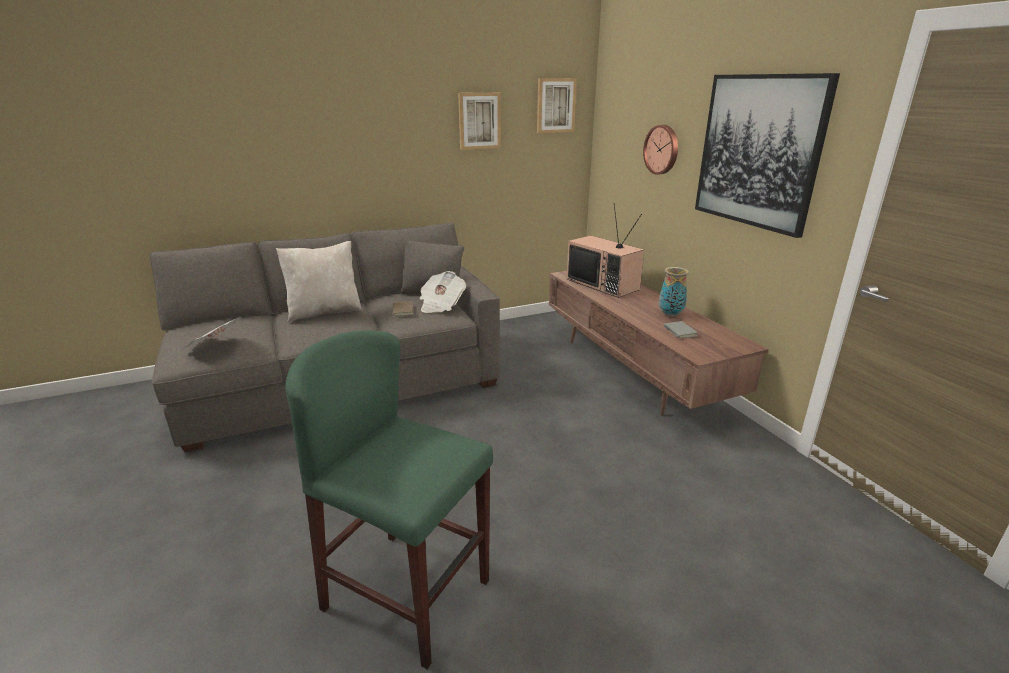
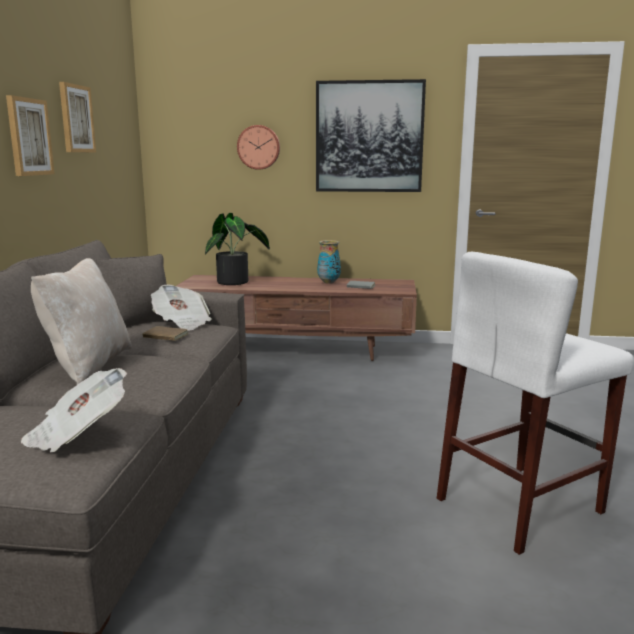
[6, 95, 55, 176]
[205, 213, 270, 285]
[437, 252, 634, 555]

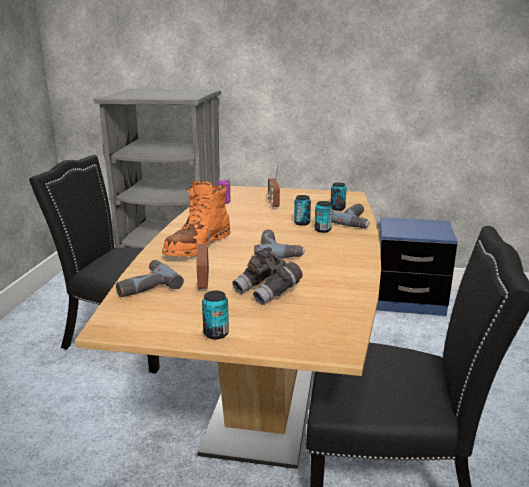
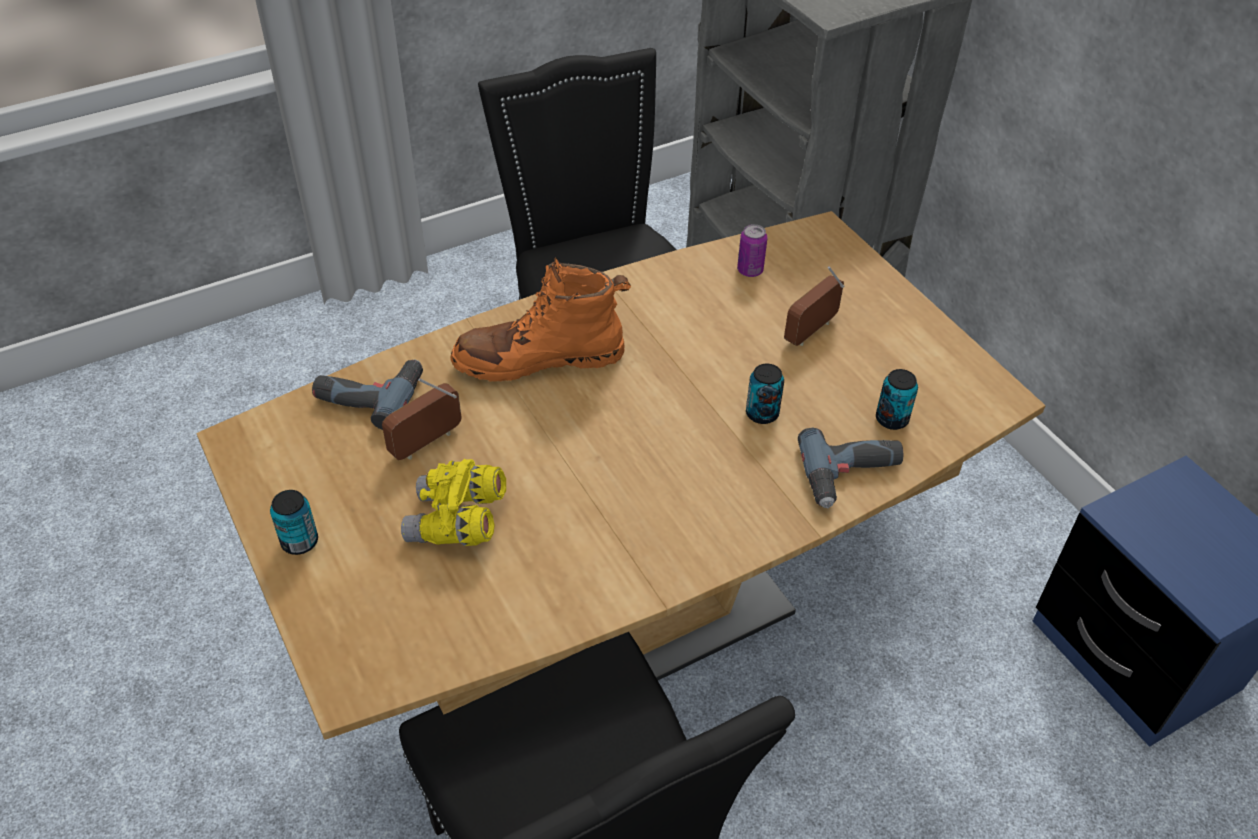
[401, 459, 506, 546]
[254, 229, 305, 258] (first image)
[315, 201, 332, 233] (first image)

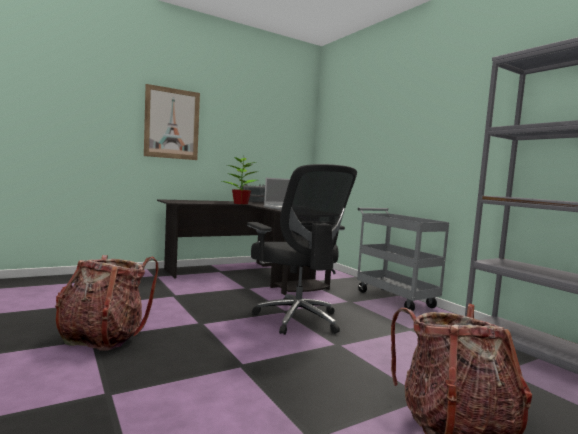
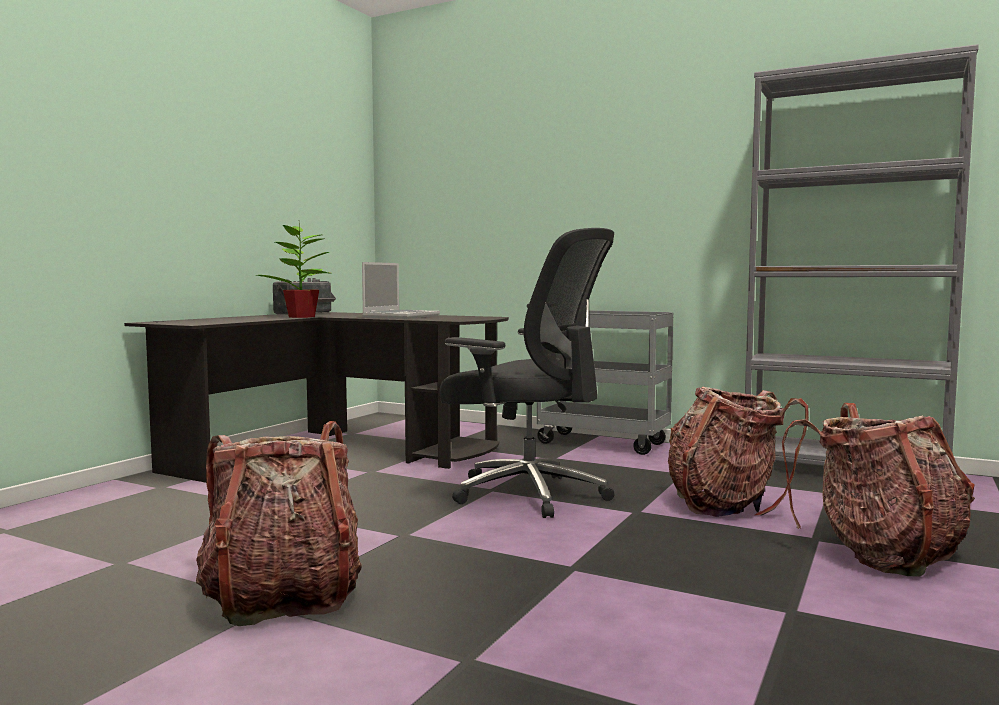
[668, 387, 809, 517]
[144, 84, 200, 160] (first image)

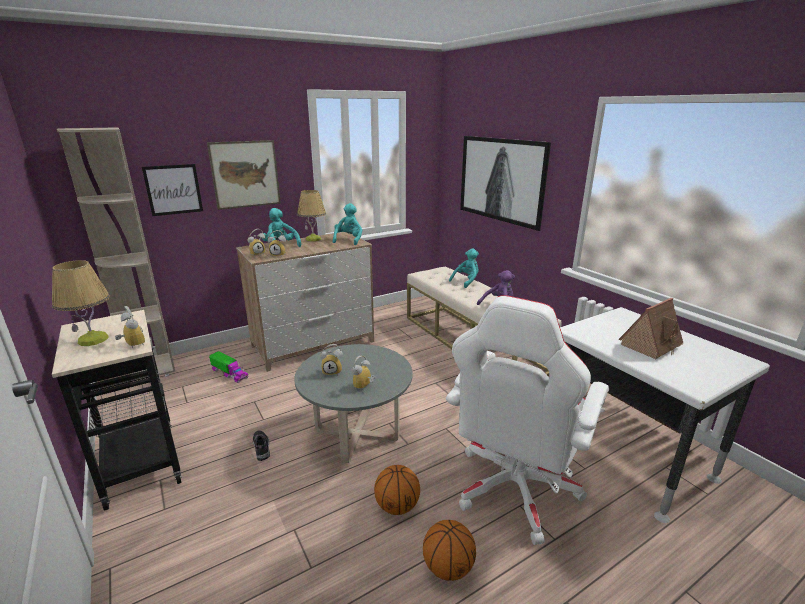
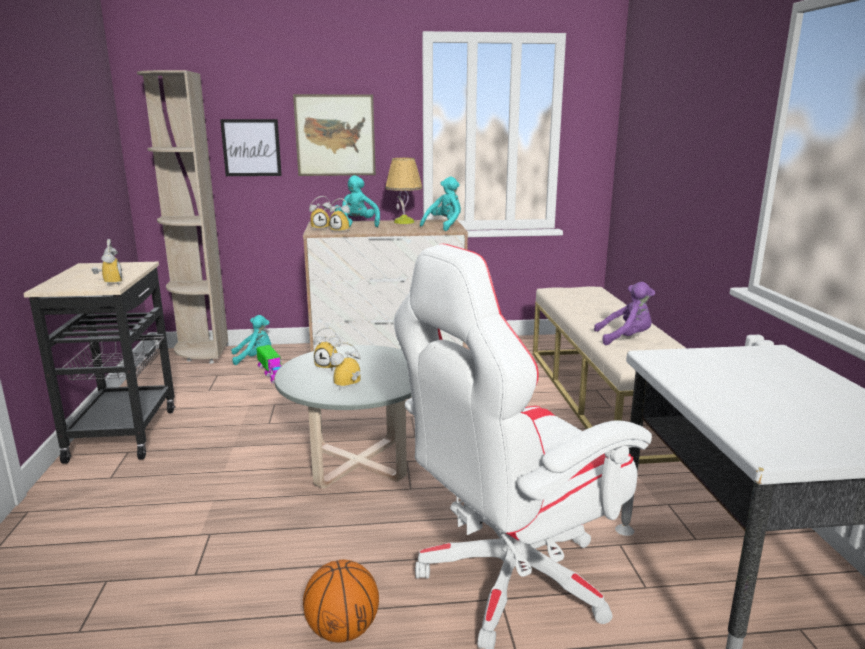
[231, 315, 271, 365]
[52, 260, 110, 346] (first image)
[253, 430, 270, 461] (first image)
[374, 465, 420, 515] (first image)
[460, 136, 551, 231] (first image)
[619, 298, 683, 359] (first image)

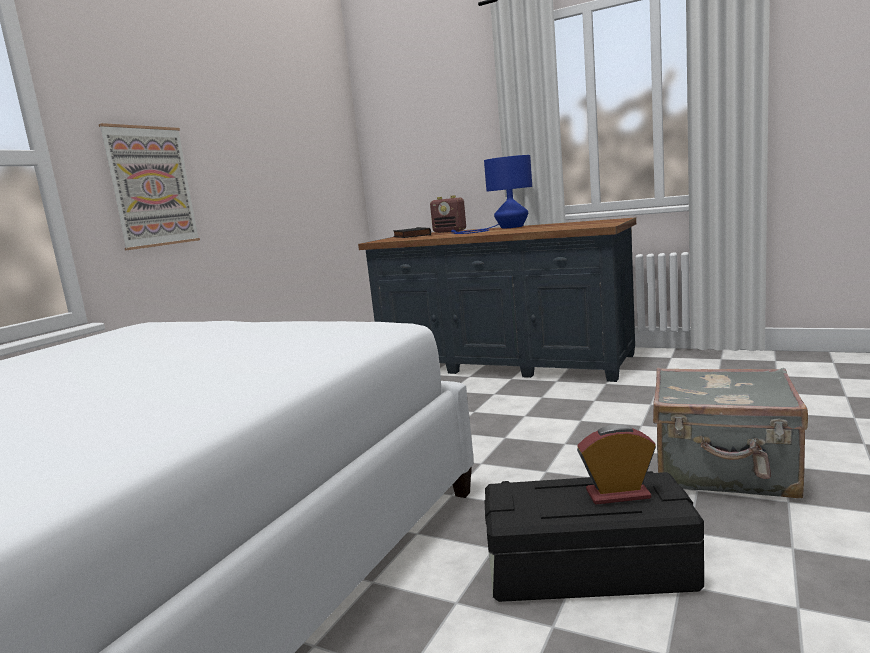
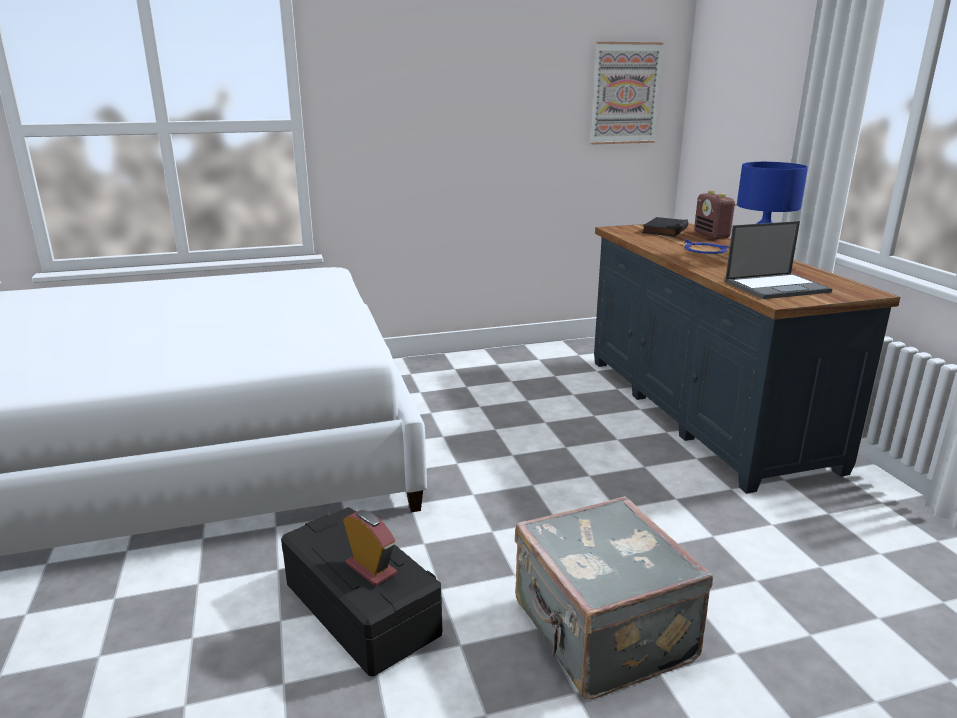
[590, 42, 663, 145]
[725, 221, 832, 299]

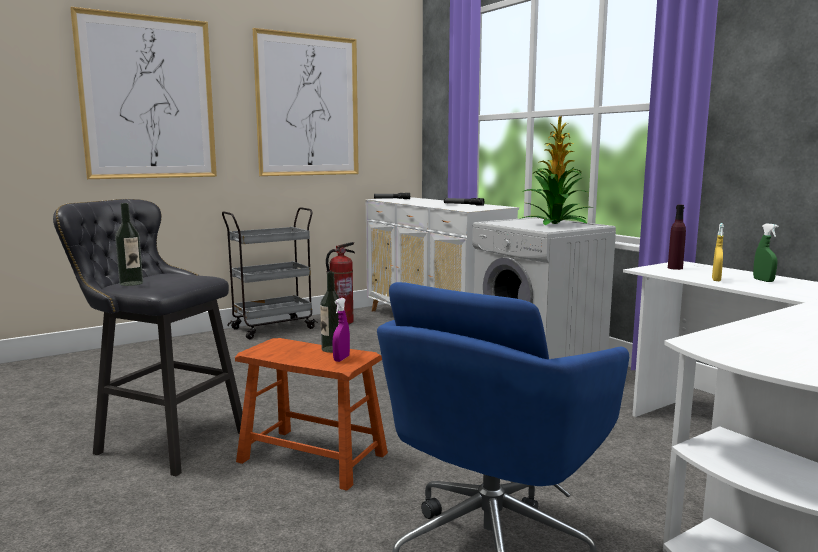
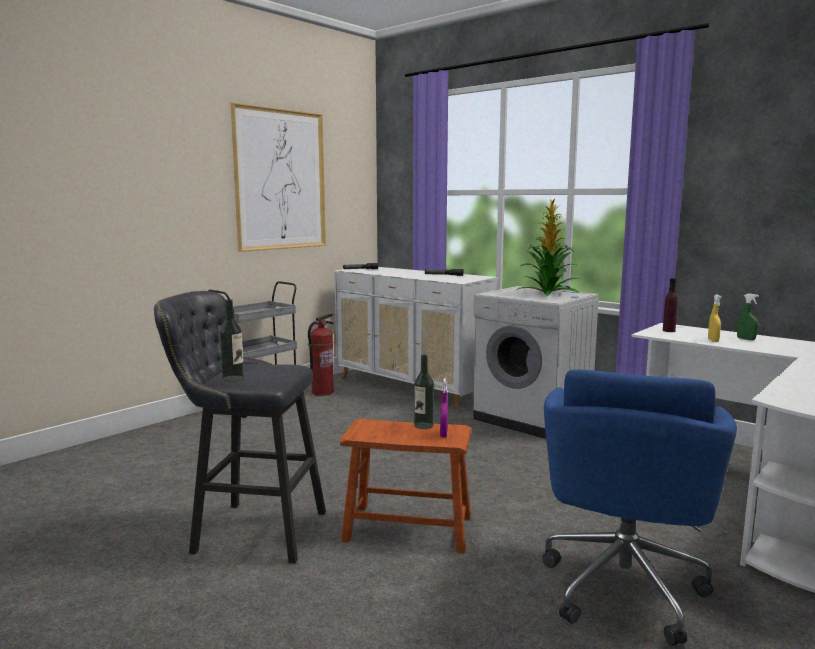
[70, 7, 217, 179] (first image)

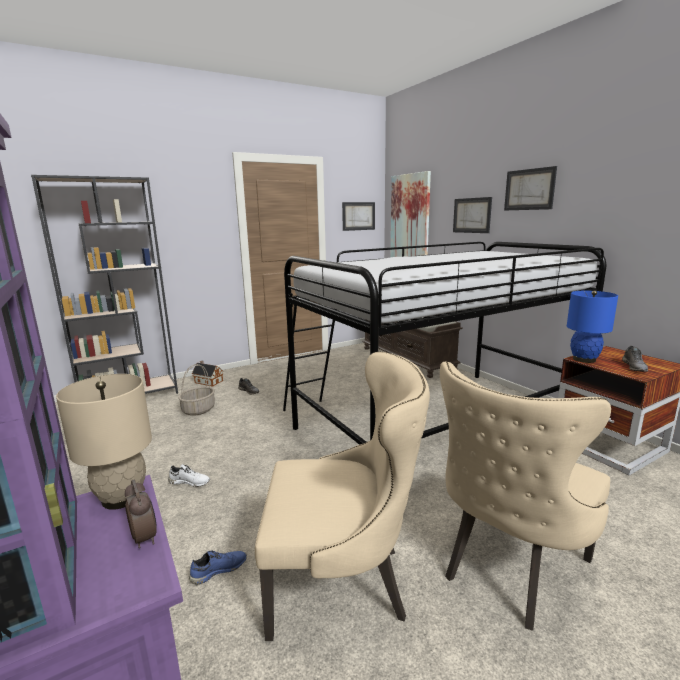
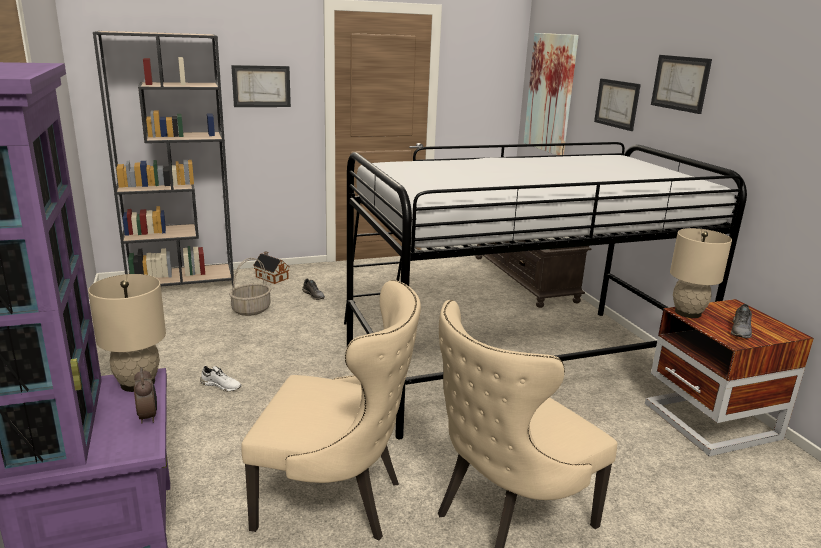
[231, 65, 291, 107]
[670, 228, 732, 318]
[189, 550, 247, 584] (first image)

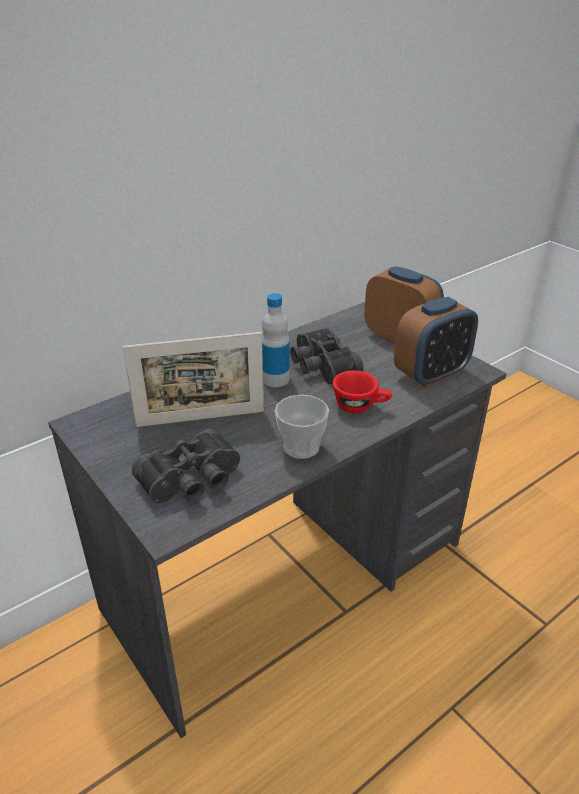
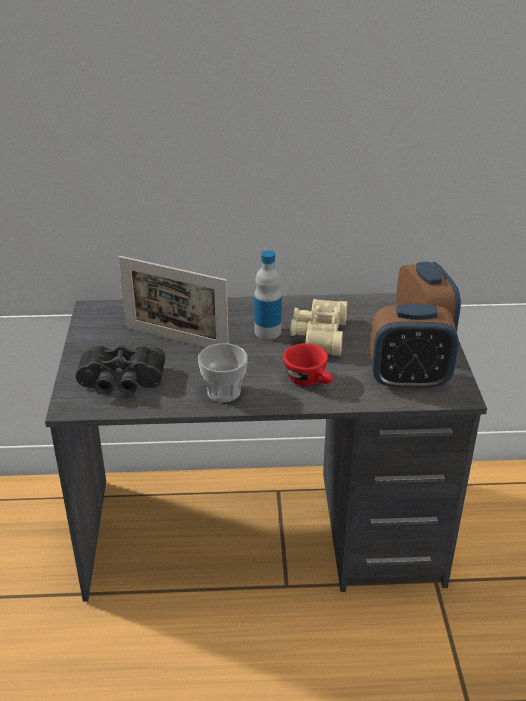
[290, 299, 347, 356]

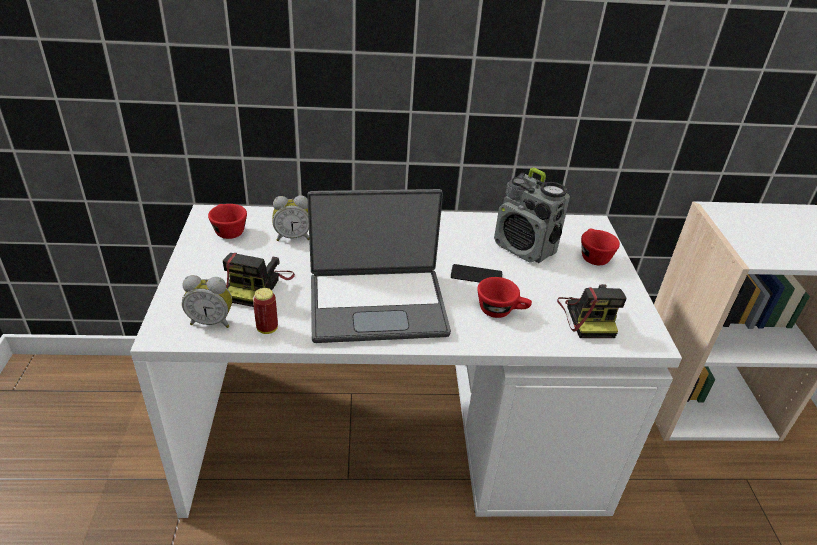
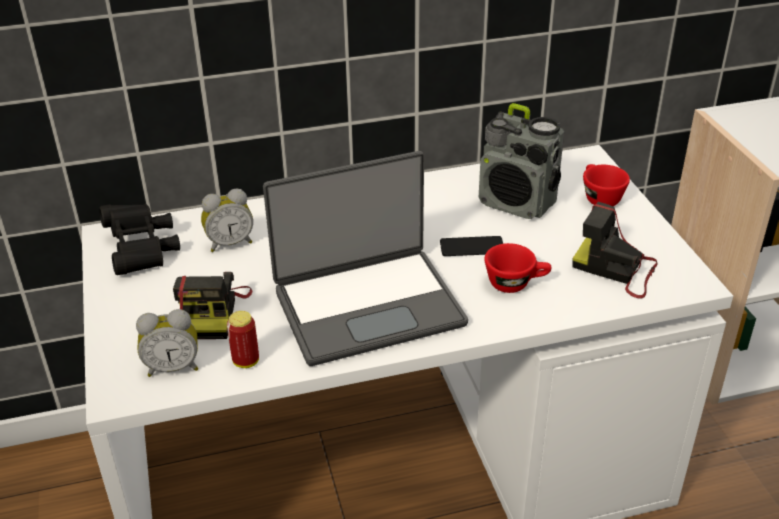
[99, 204, 180, 275]
[573, 202, 657, 298]

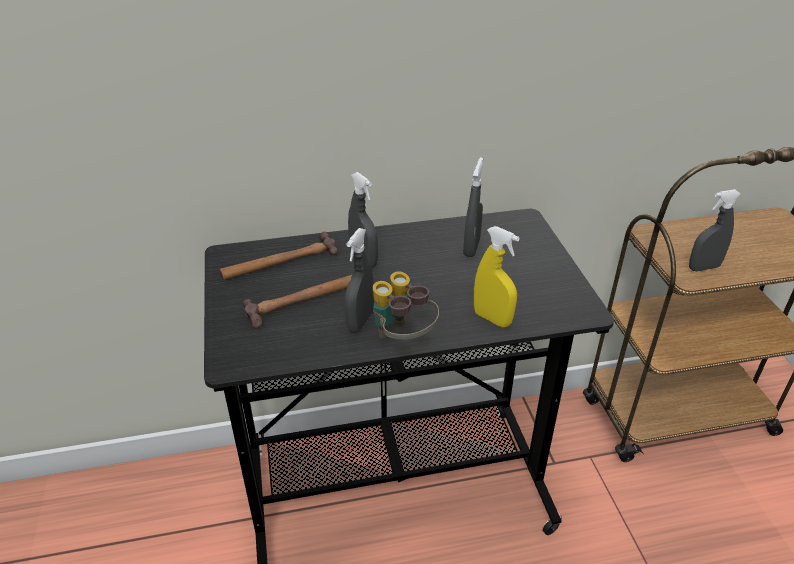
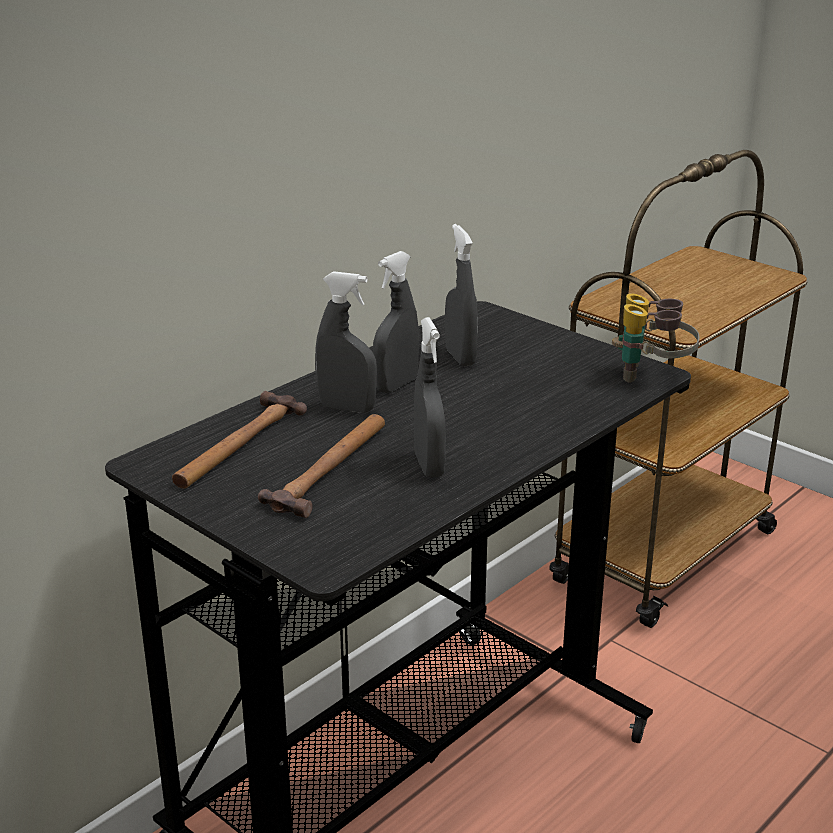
[373, 251, 419, 393]
[612, 293, 700, 383]
[474, 226, 520, 327] (first image)

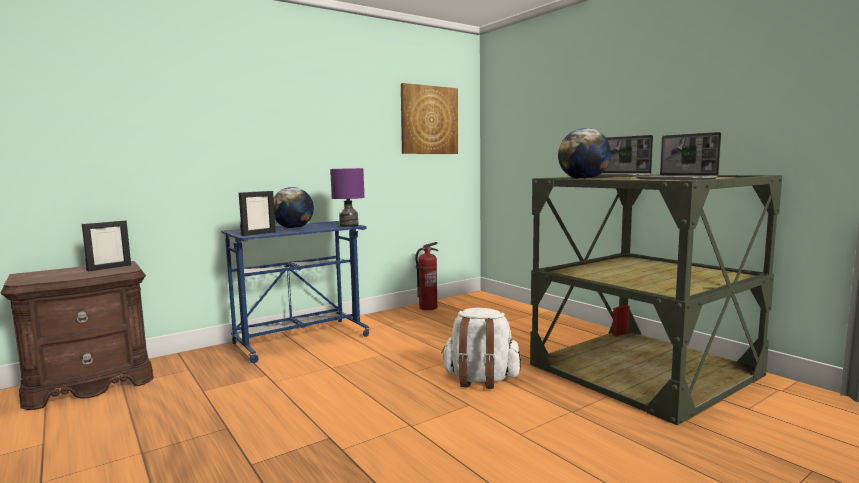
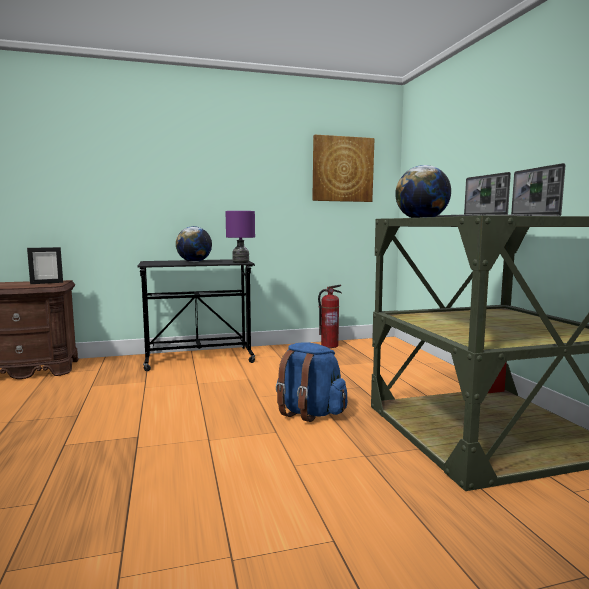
[138, 259, 255, 371]
[276, 342, 347, 422]
[239, 191, 276, 236] (first image)

